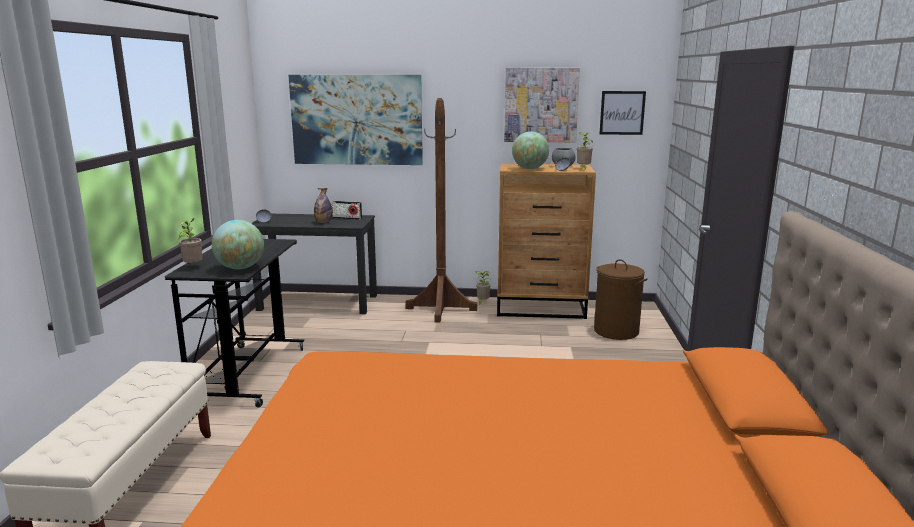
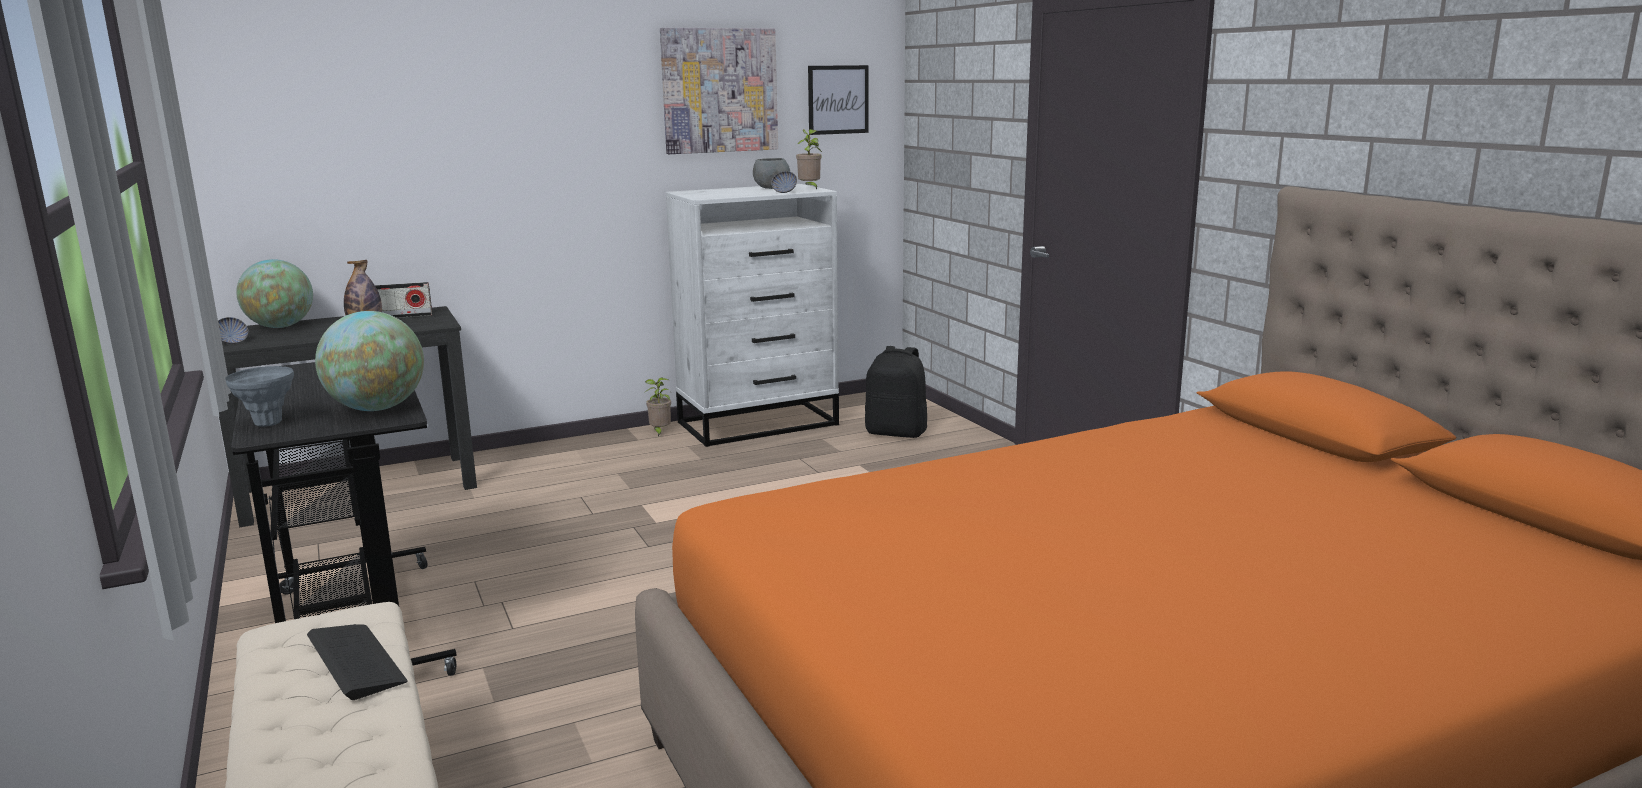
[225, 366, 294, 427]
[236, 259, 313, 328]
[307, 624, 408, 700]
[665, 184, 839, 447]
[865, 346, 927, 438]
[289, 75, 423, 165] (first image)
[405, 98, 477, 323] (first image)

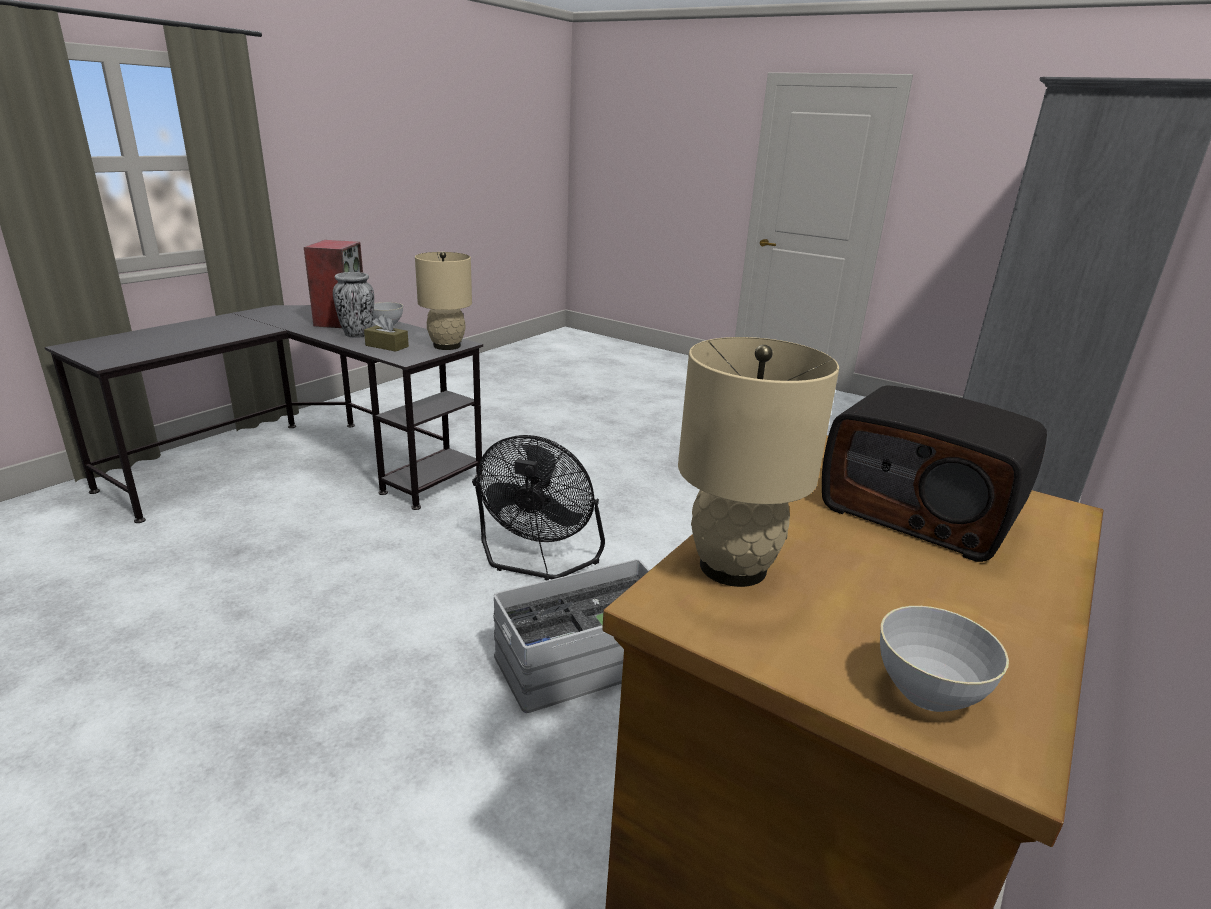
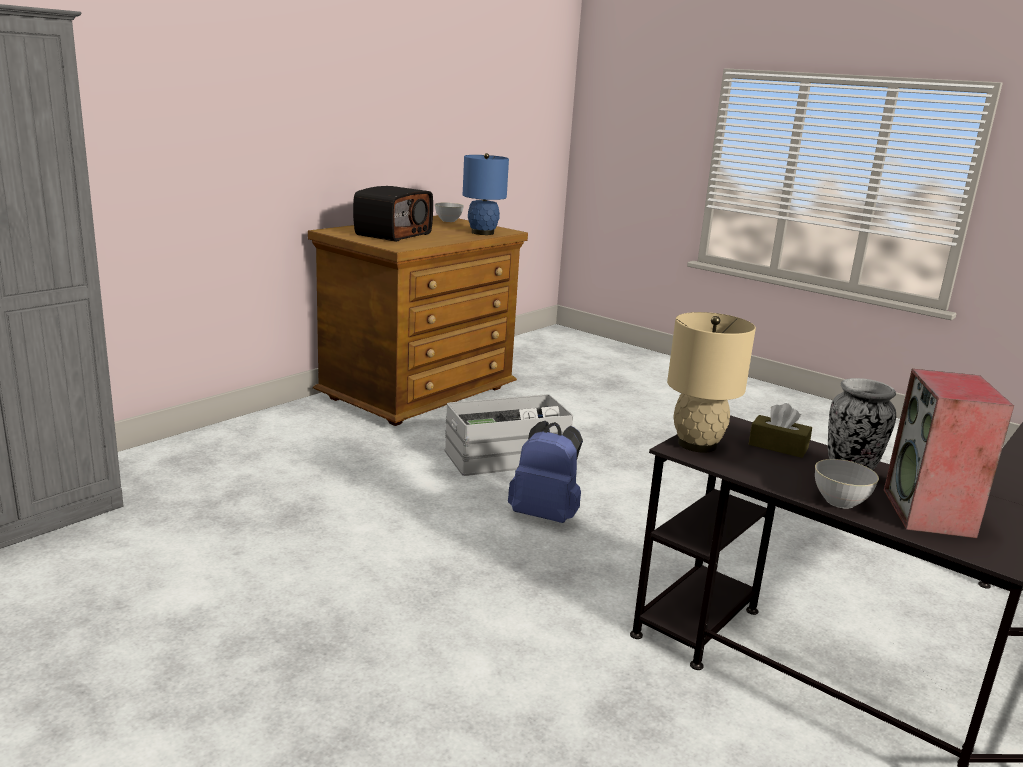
[353, 186, 433, 242]
[463, 153, 509, 235]
[508, 421, 583, 523]

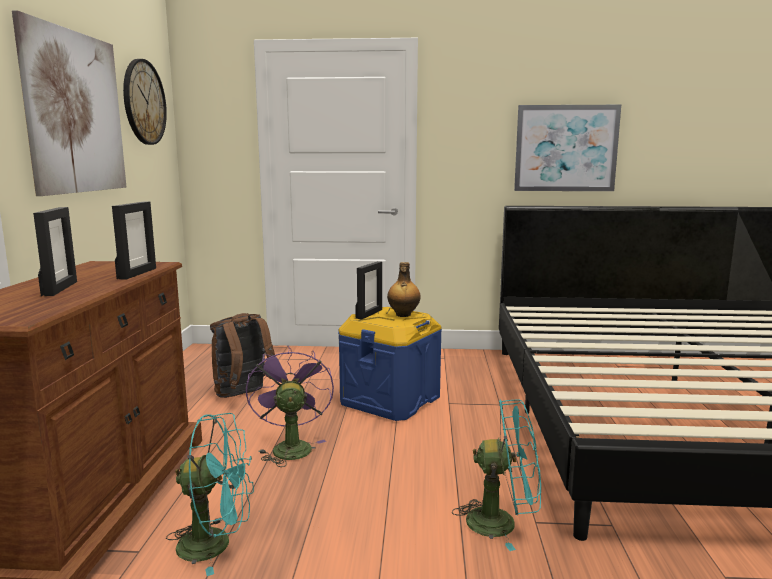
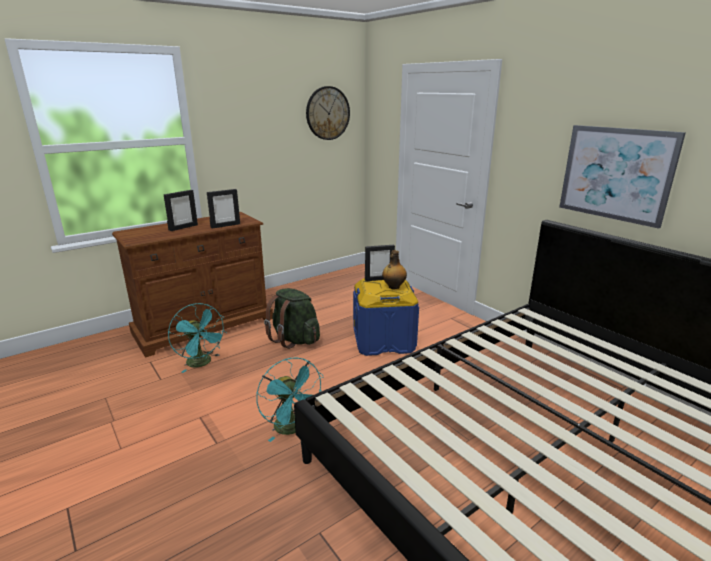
[264, 288, 320, 349]
[12, 10, 126, 196] (first image)
[210, 313, 276, 398] (first image)

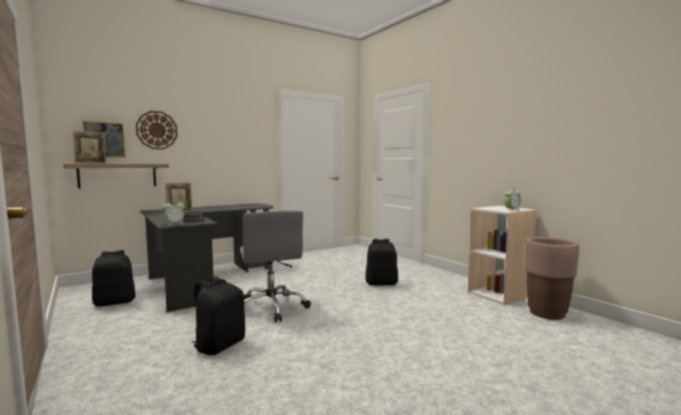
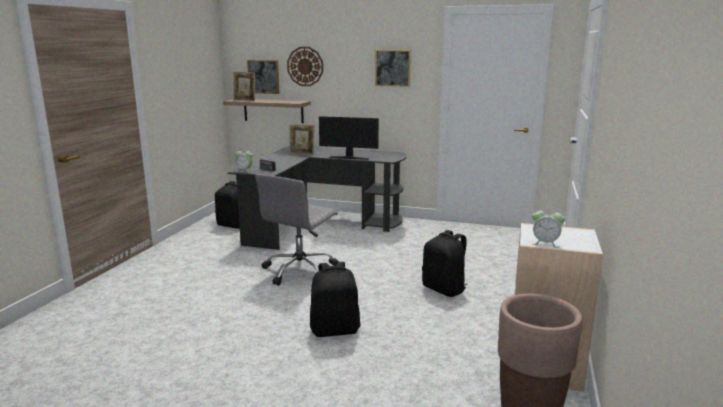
[310, 262, 360, 337]
[319, 116, 379, 160]
[375, 50, 411, 87]

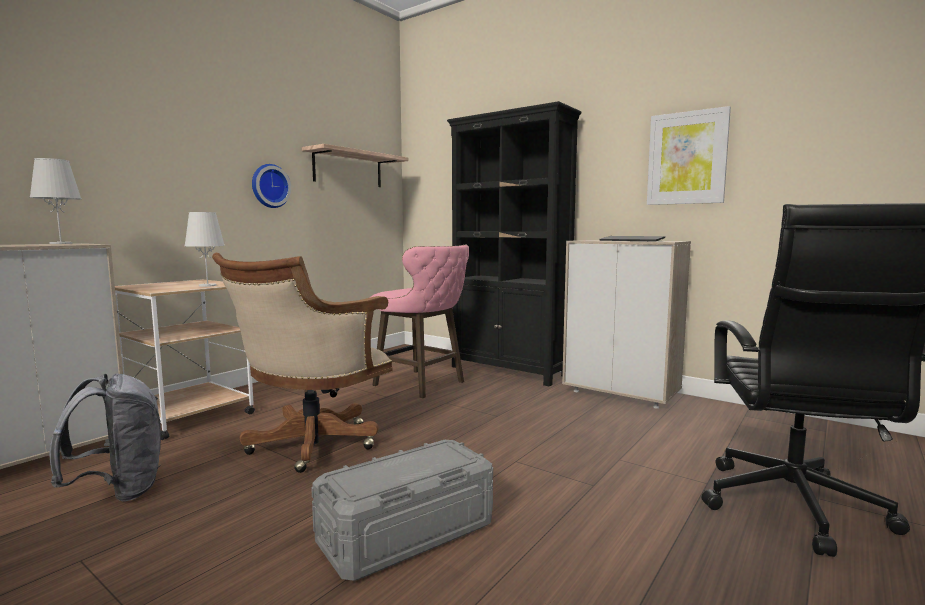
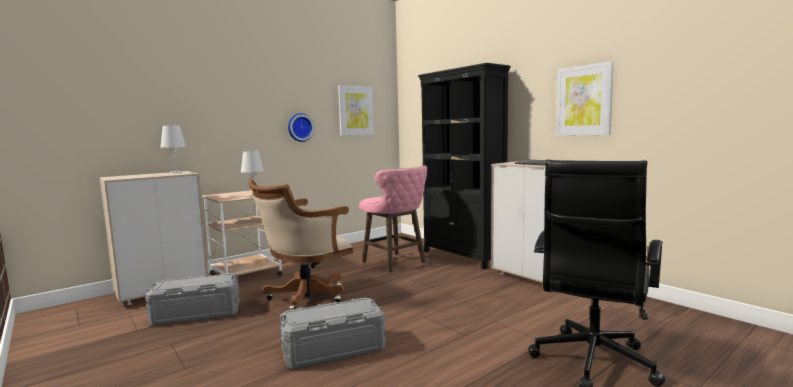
[145, 273, 240, 326]
[338, 85, 374, 136]

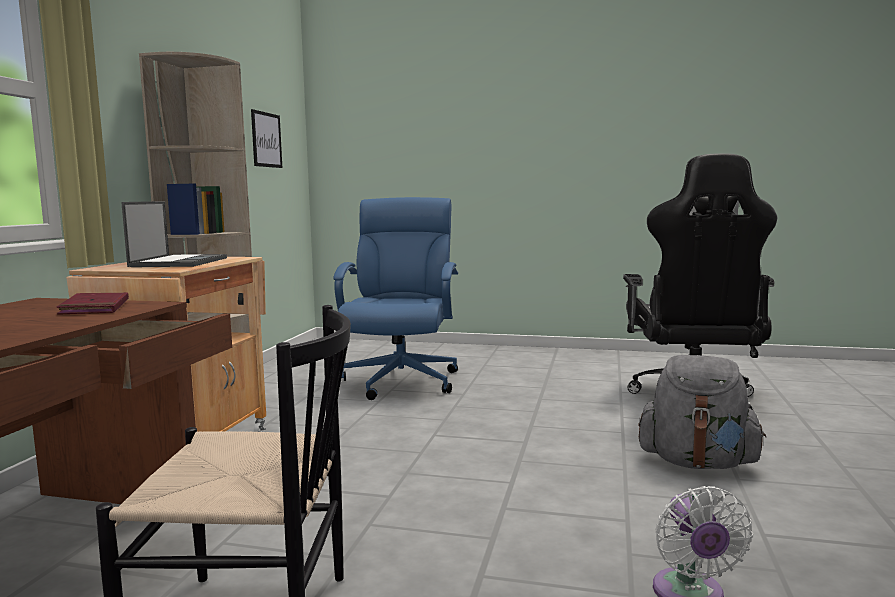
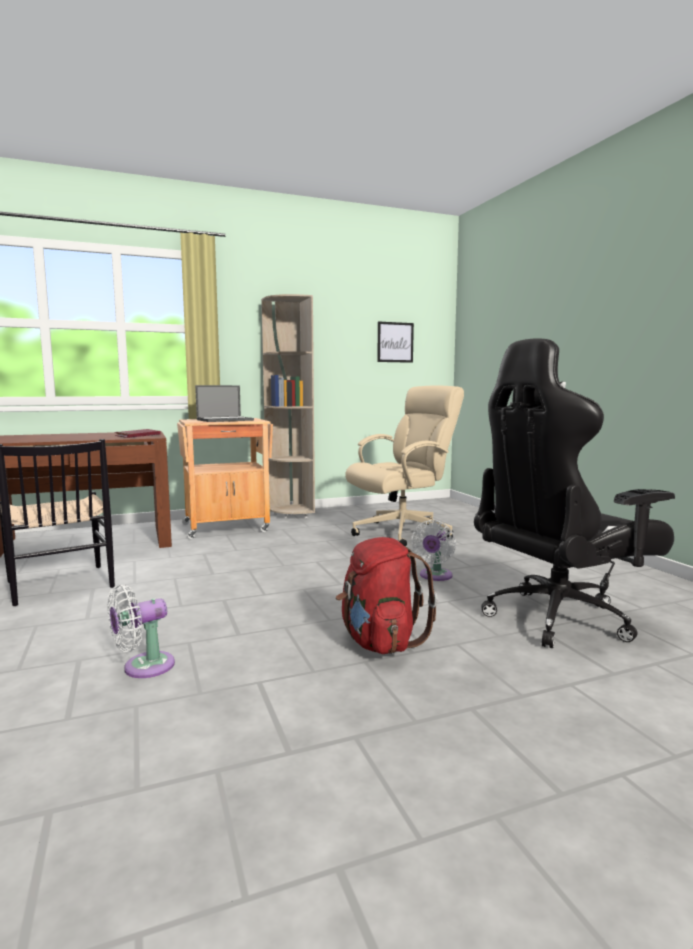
[336, 537, 438, 654]
[345, 385, 464, 546]
[411, 520, 456, 581]

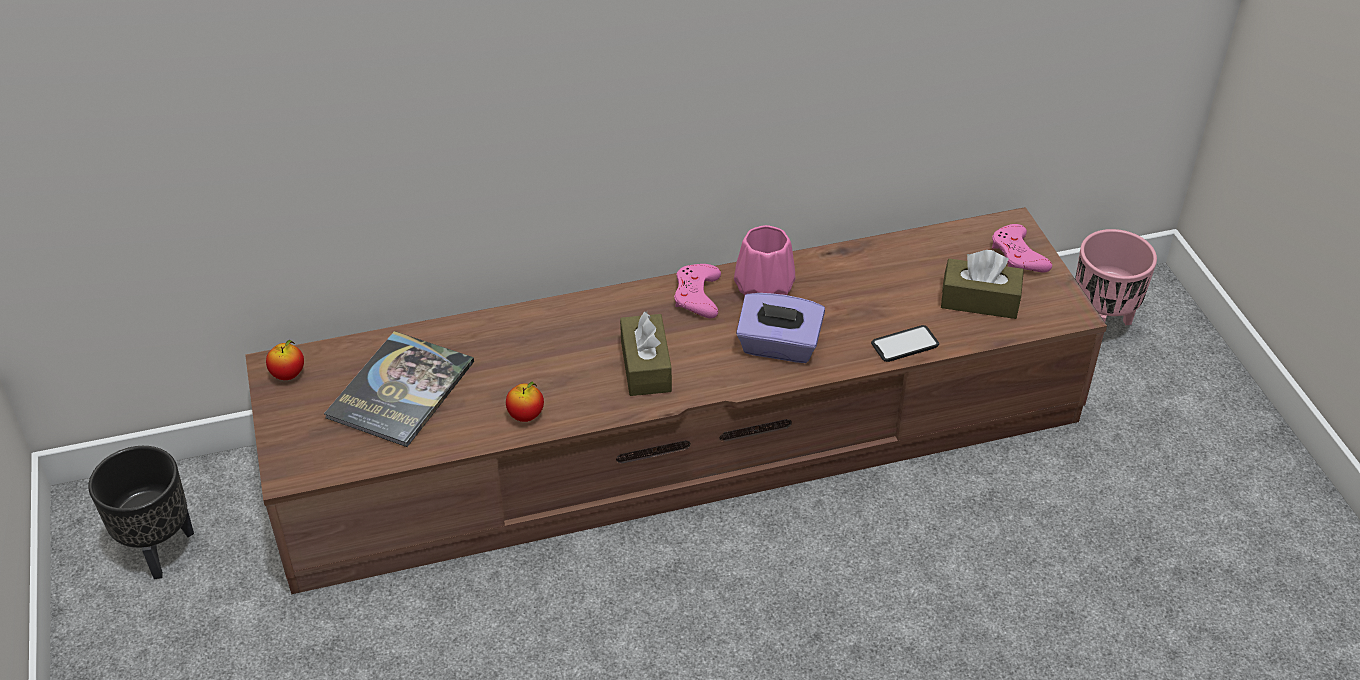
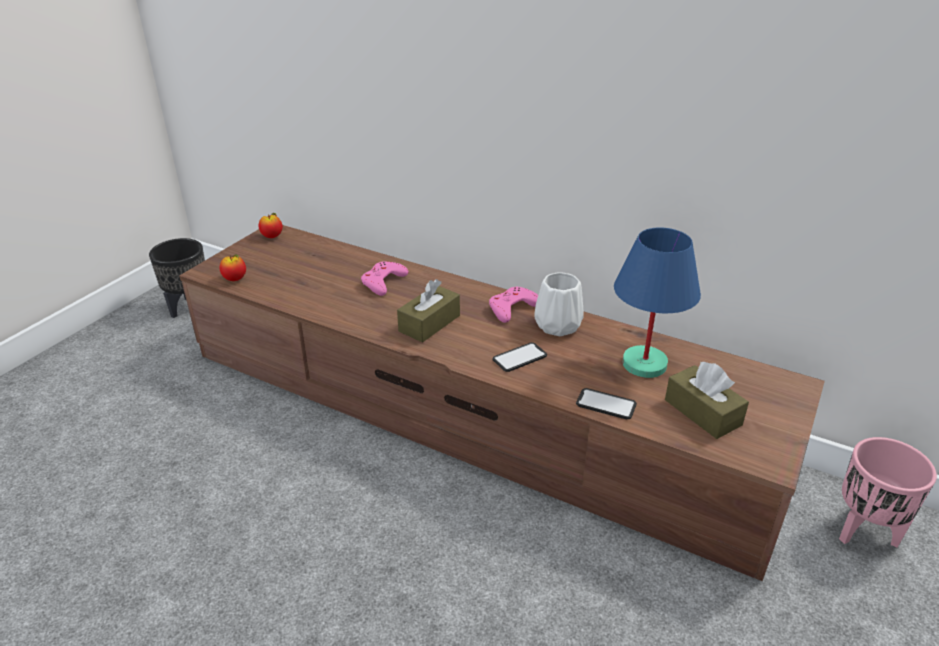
[220, 254, 246, 281]
[361, 261, 409, 296]
[492, 342, 547, 372]
[534, 272, 584, 336]
[614, 227, 701, 378]
[324, 331, 474, 447] (first image)

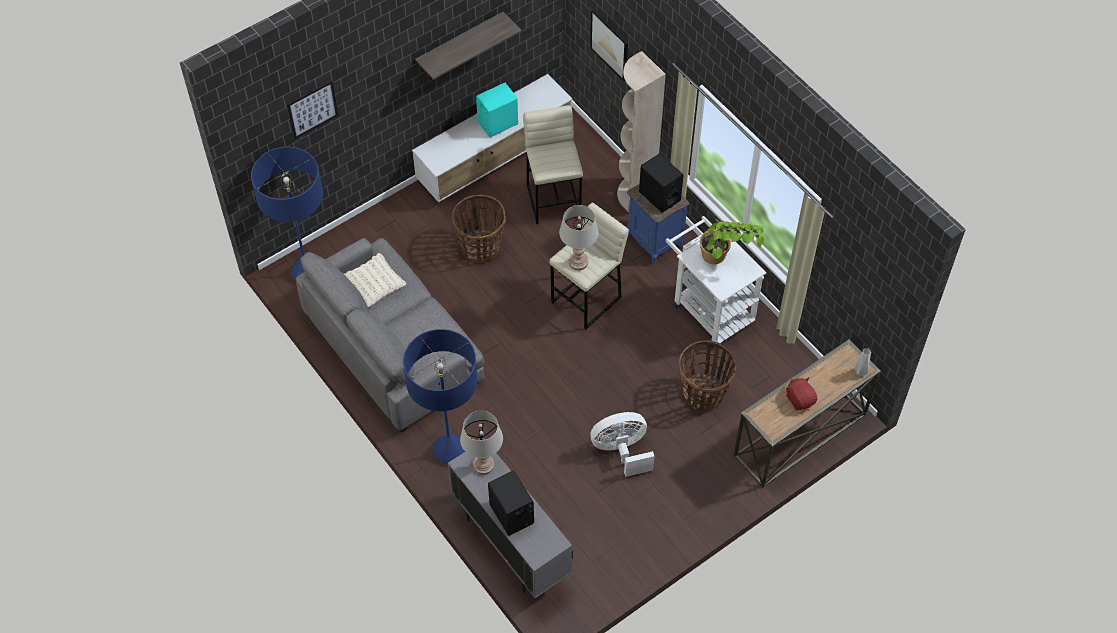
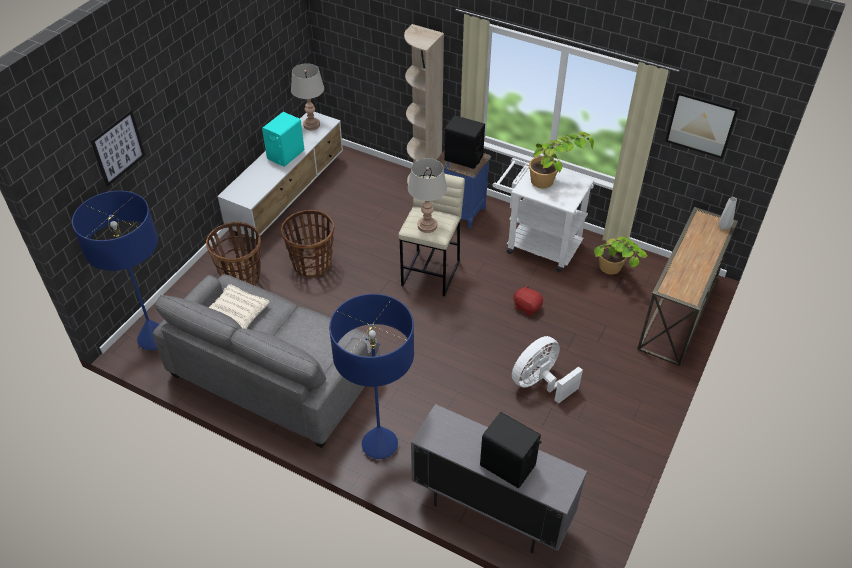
[206, 222, 261, 286]
[291, 63, 324, 130]
[513, 285, 543, 316]
[594, 236, 648, 275]
[665, 91, 739, 159]
[415, 12, 521, 80] (first image)
[523, 105, 583, 224] (first image)

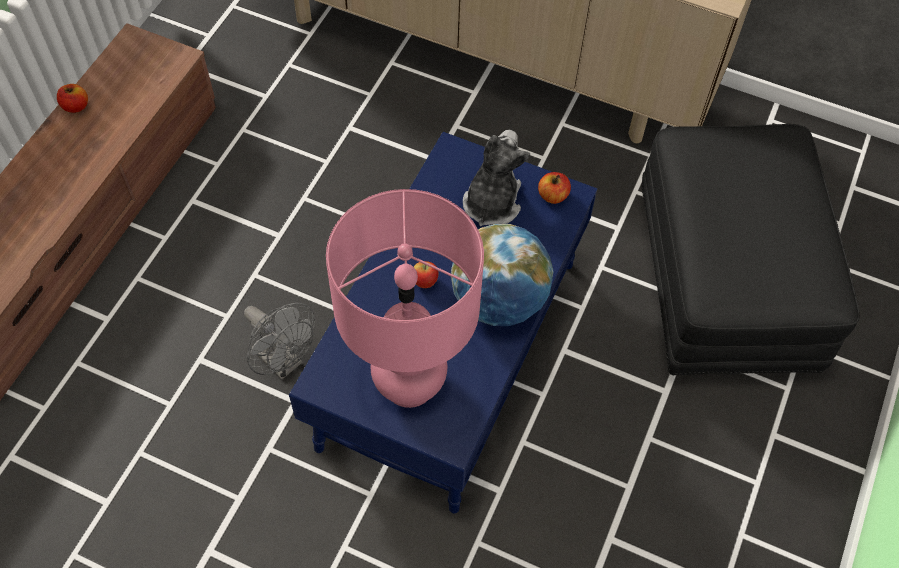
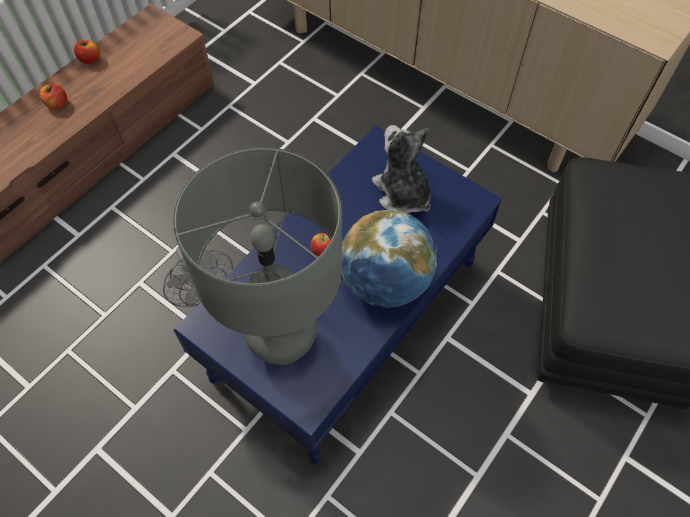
[40, 84, 67, 110]
[173, 147, 342, 365]
[372, 125, 431, 213]

